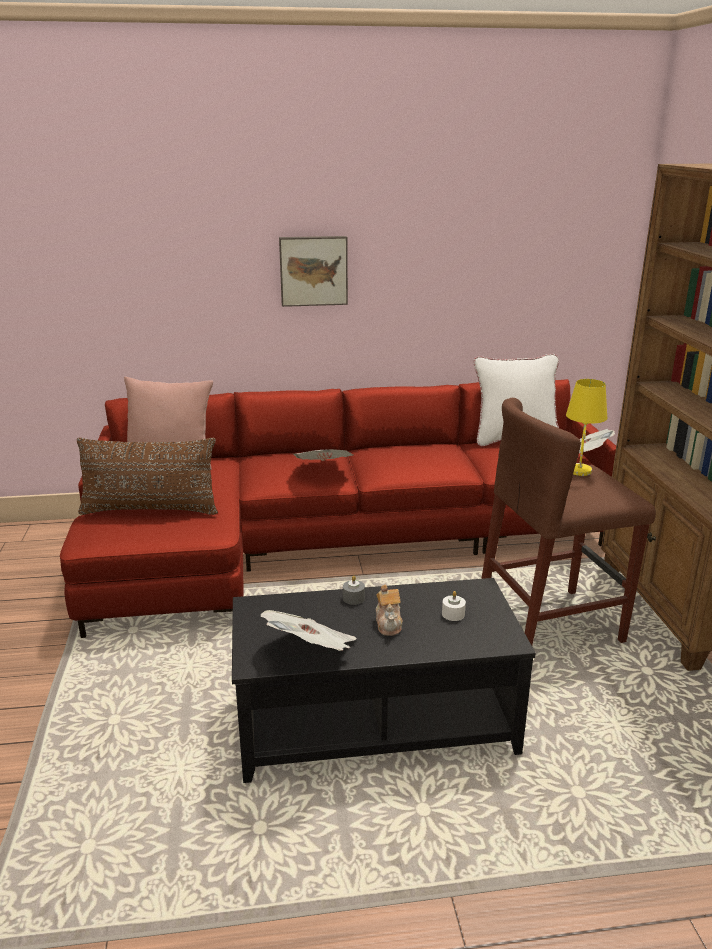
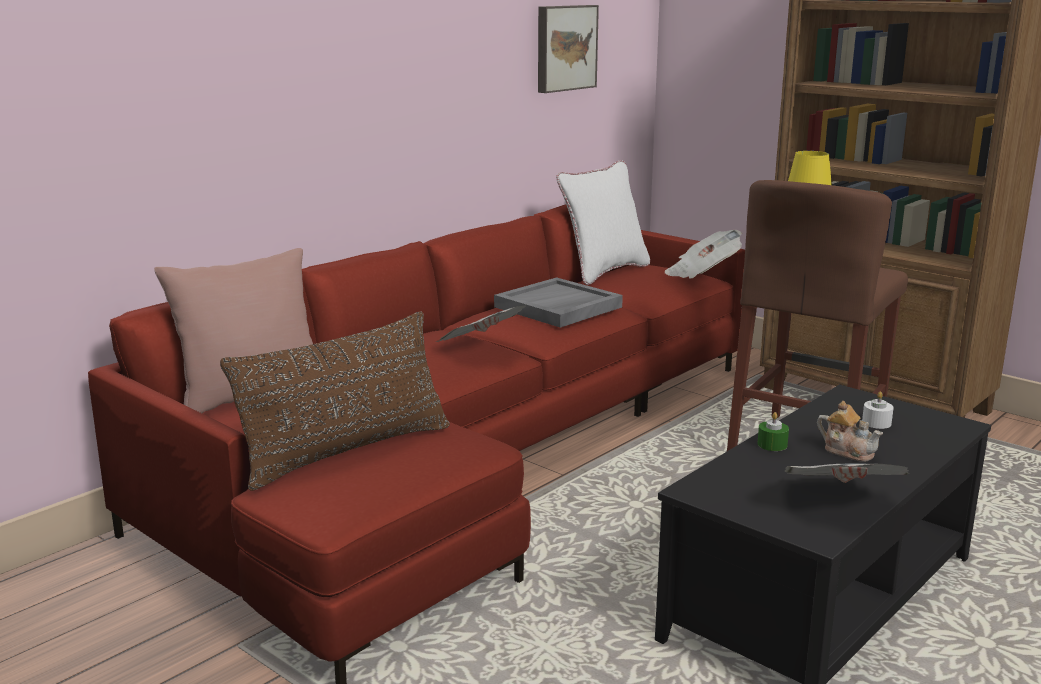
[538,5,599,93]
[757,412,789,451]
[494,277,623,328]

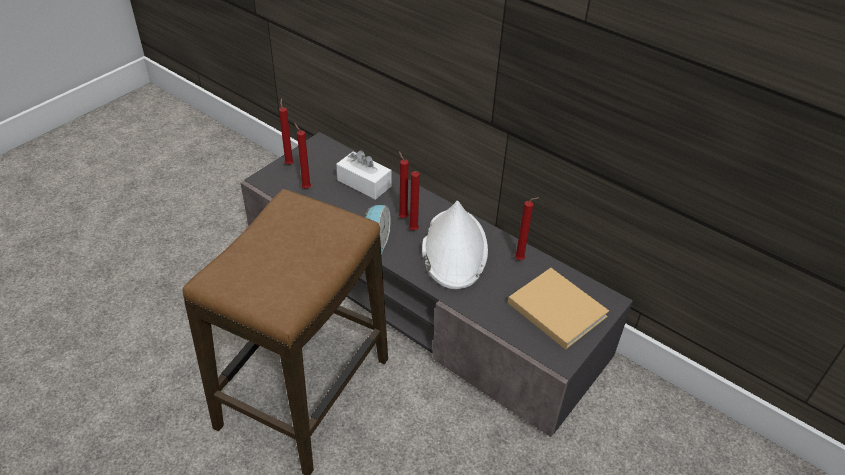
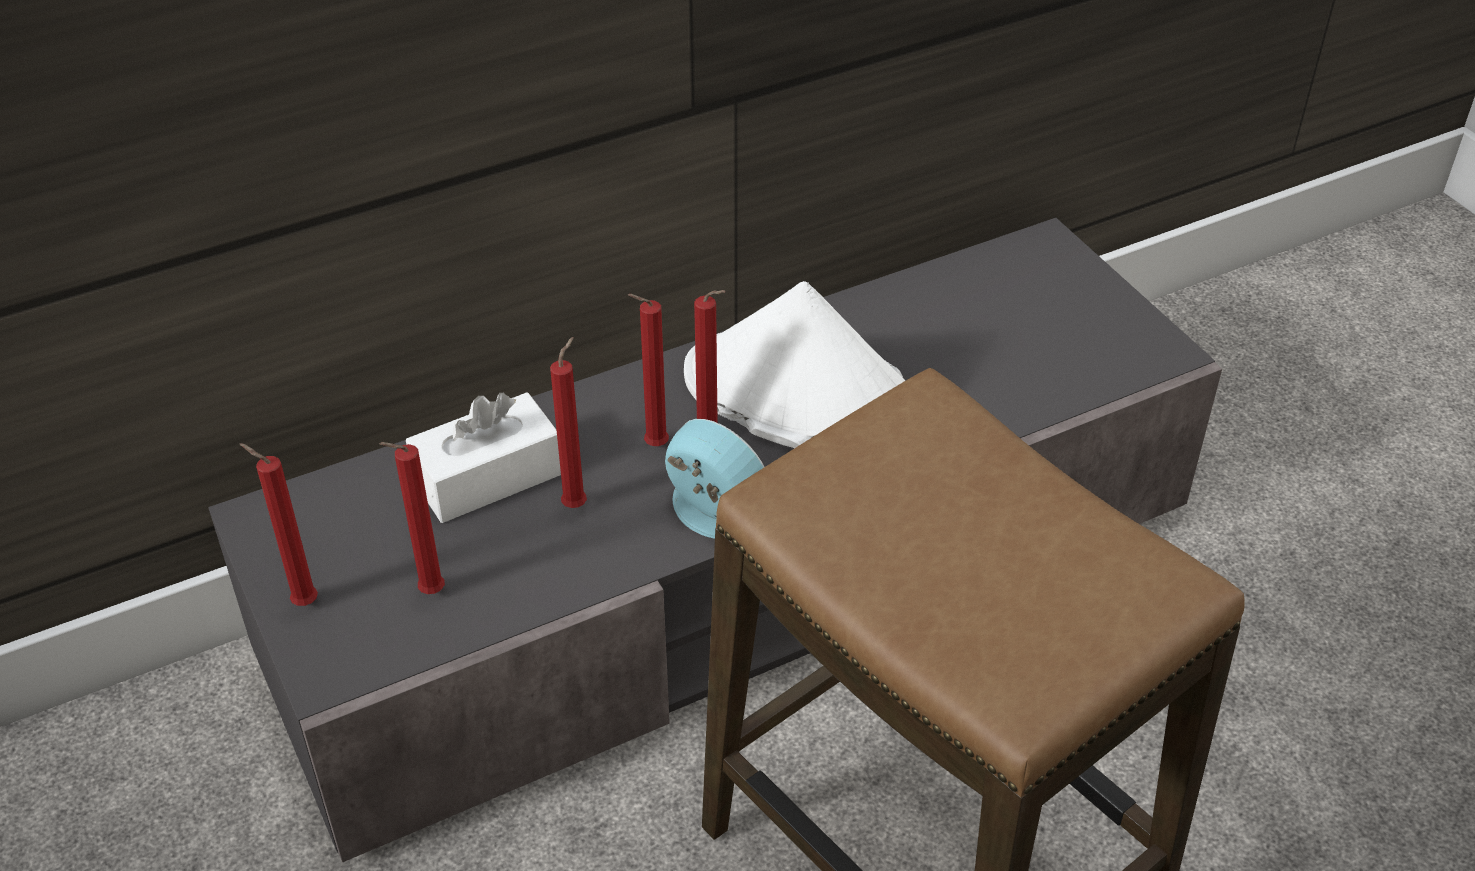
[508,268,609,350] (first image)
[550,337,587,508]

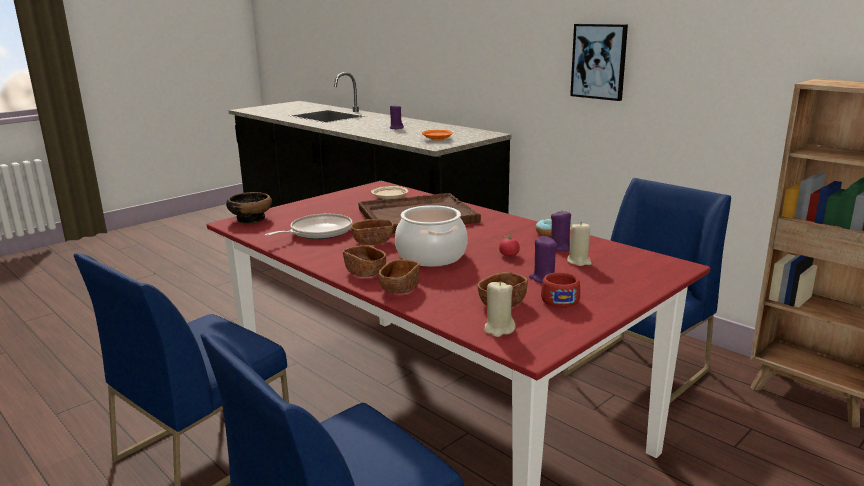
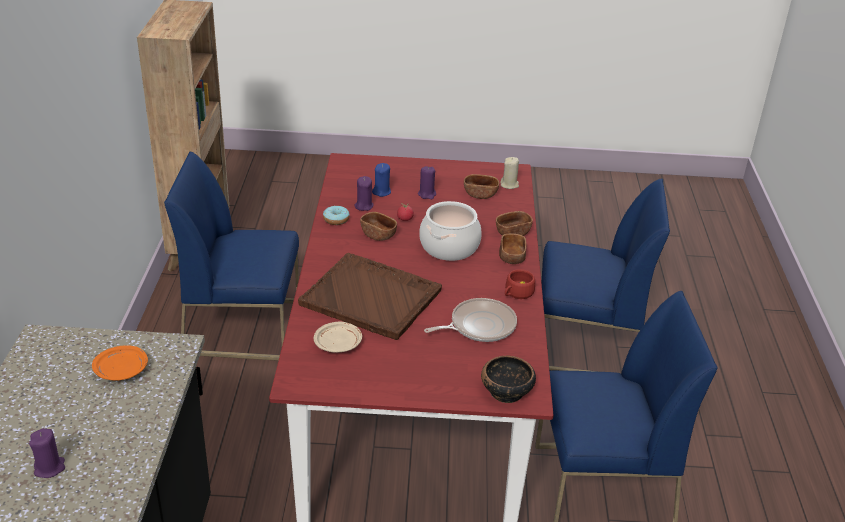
[424,298,517,342]
[360,212,397,241]
[505,269,535,299]
[372,163,391,197]
[570,24,628,101] (first image)

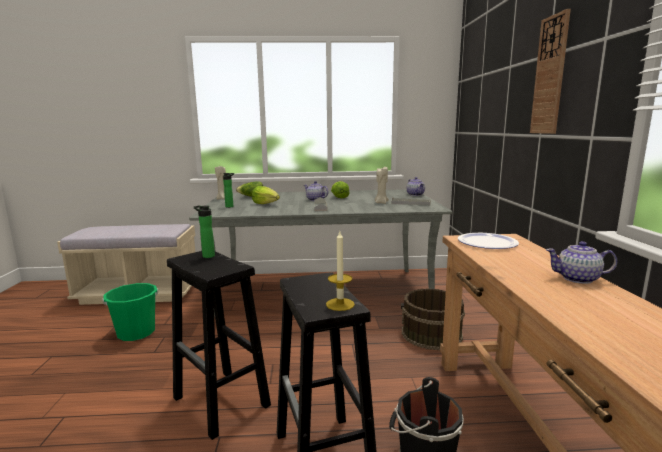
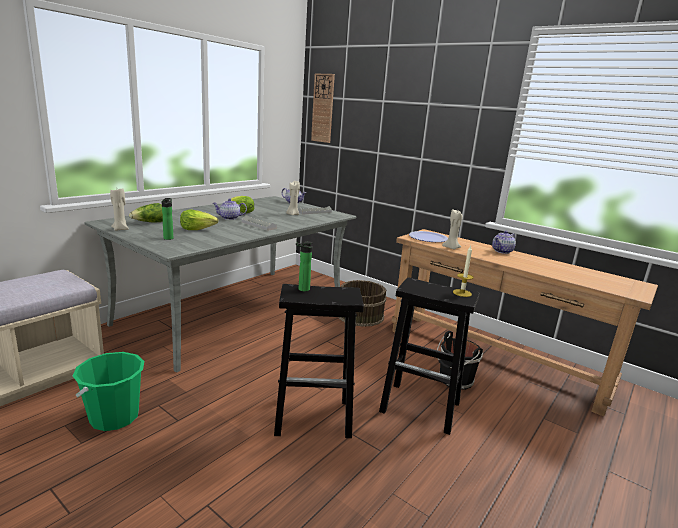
[311,74,335,143]
[442,209,463,249]

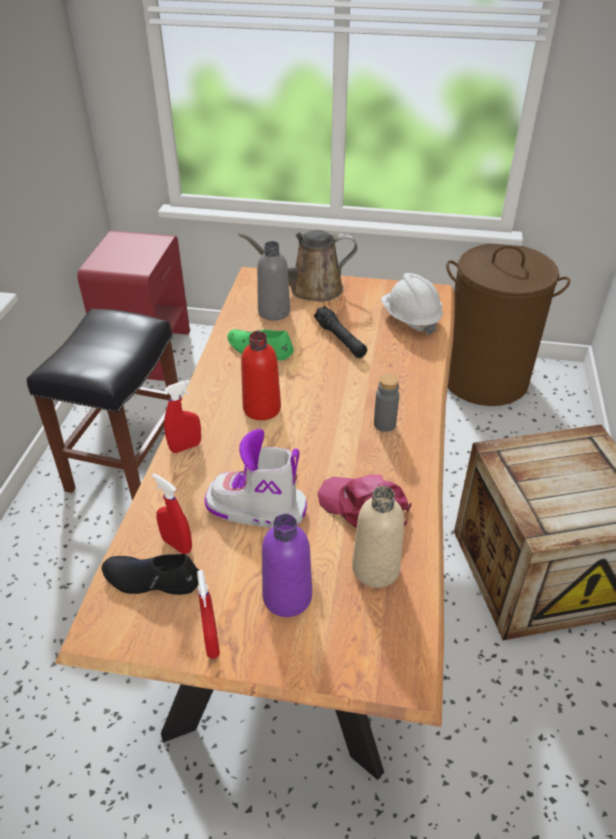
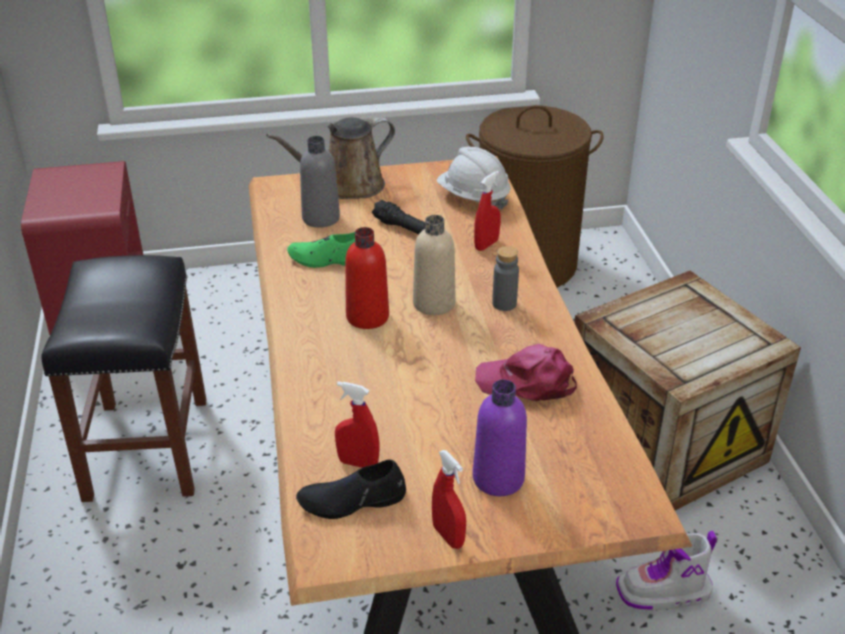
[474,171,501,251]
[616,531,717,611]
[413,215,455,315]

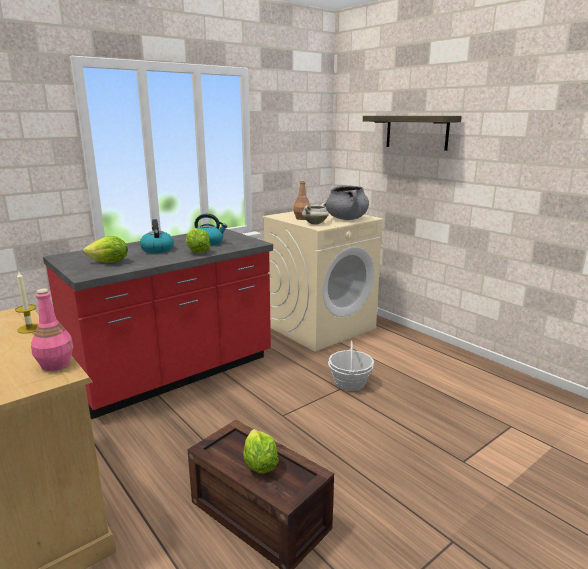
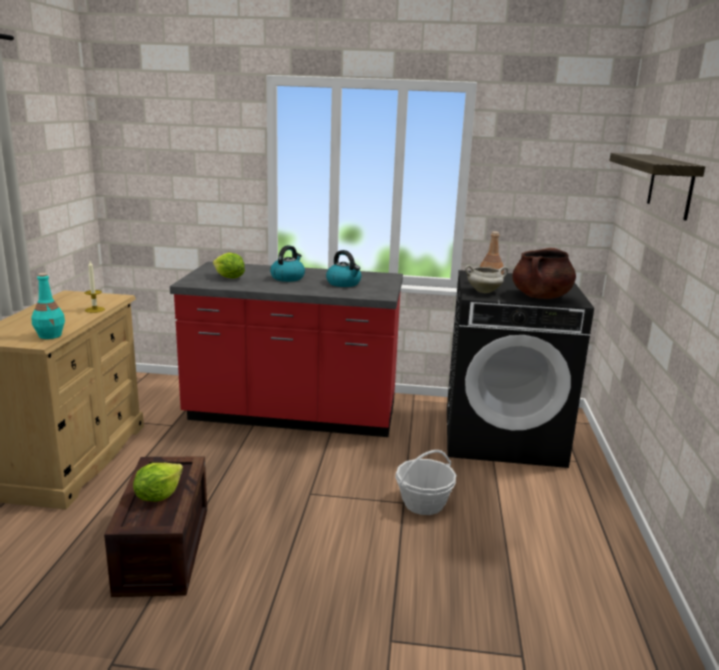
[31,273,65,339]
[186,228,210,253] (first image)
[447,270,594,468]
[512,248,576,299]

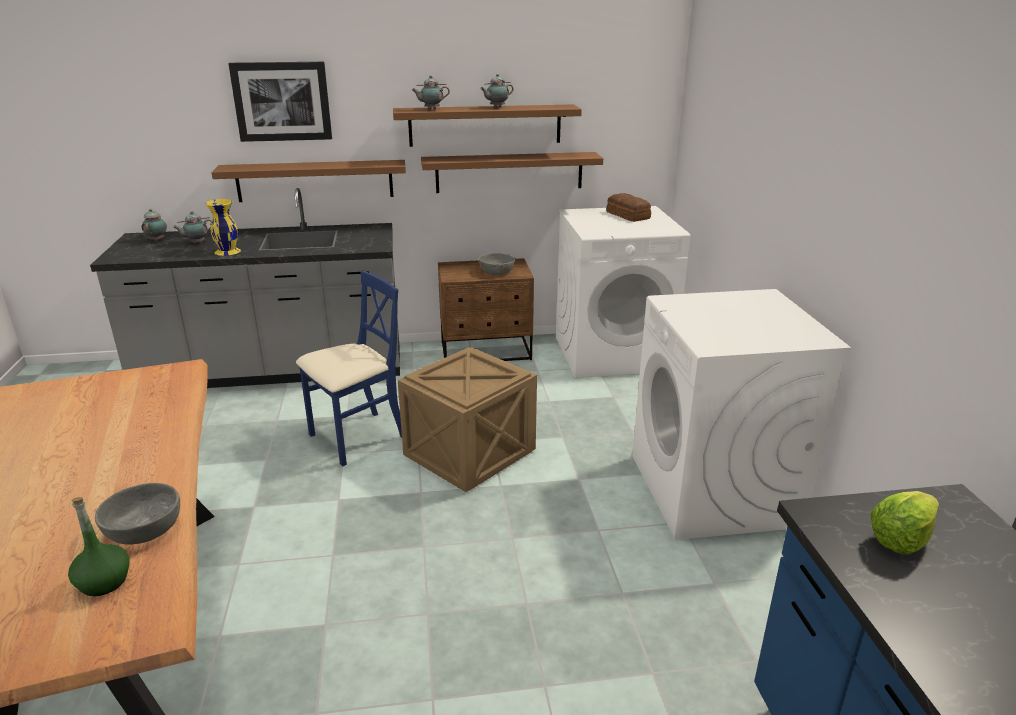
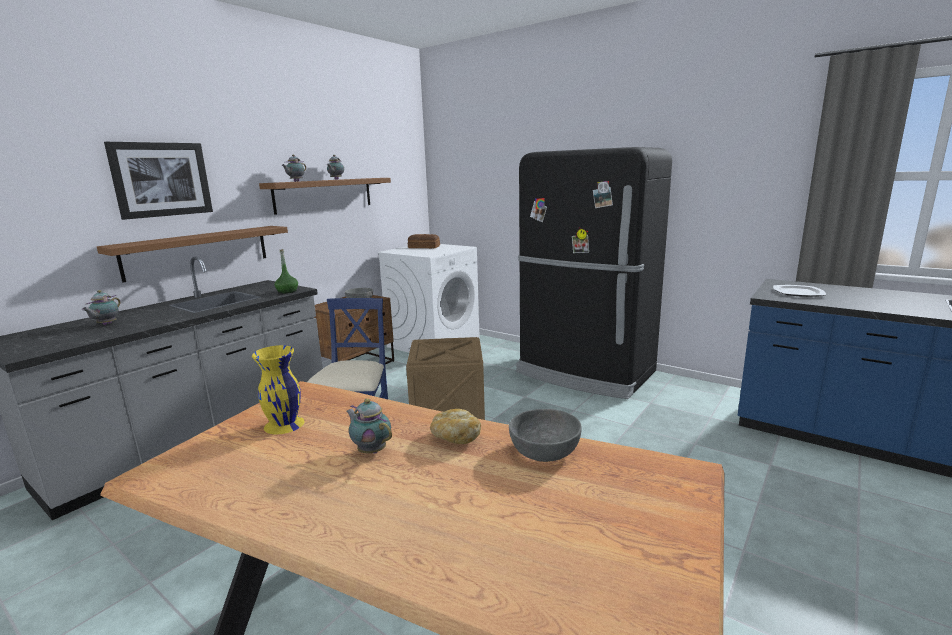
[274,249,298,294]
[346,398,392,454]
[252,345,304,434]
[421,152,603,193] (first image)
[516,147,672,399]
[773,285,826,297]
[430,409,481,444]

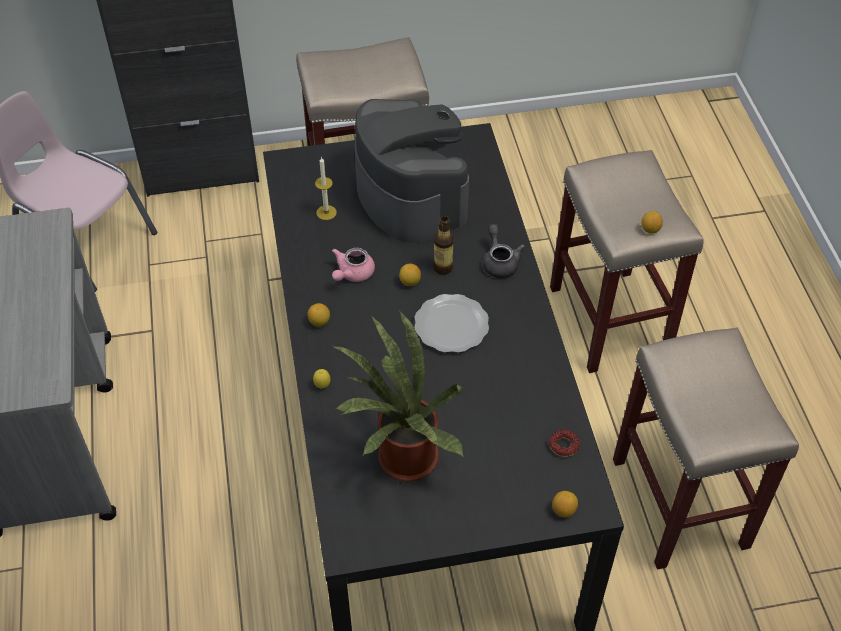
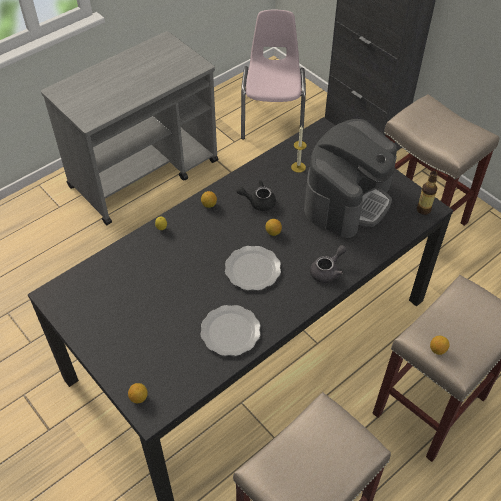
[236,180,276,211]
[332,311,463,482] (first image)
[417,171,438,215]
[549,429,580,457] (first image)
[200,305,260,356]

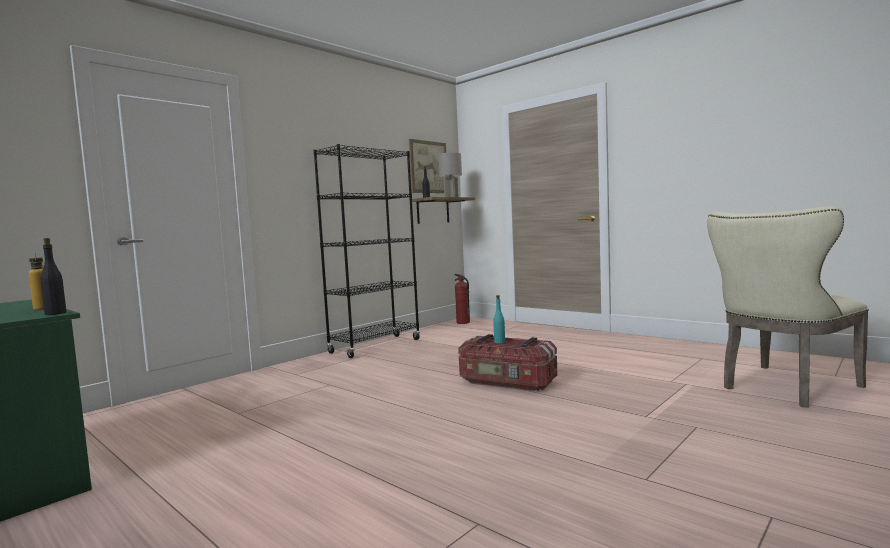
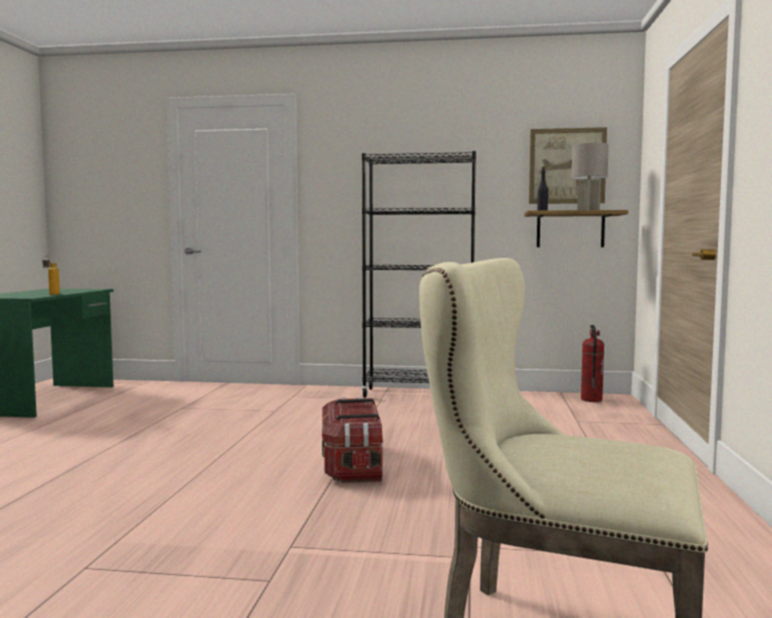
[41,238,67,315] (first image)
[493,295,505,343] (first image)

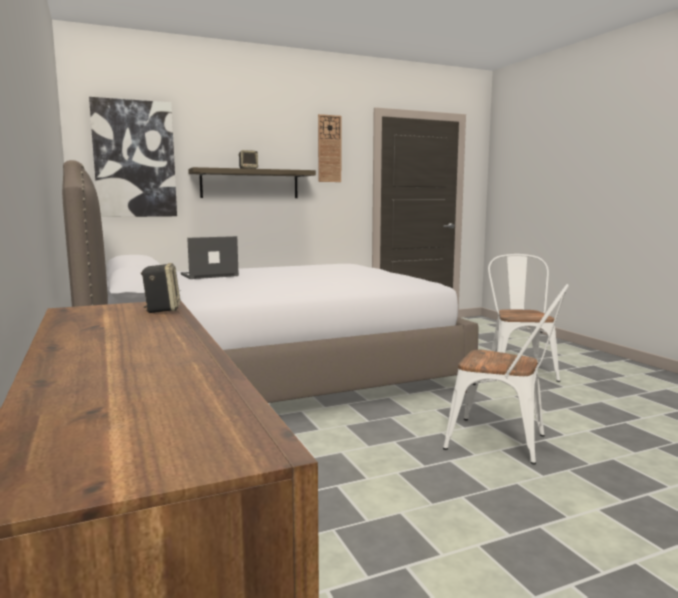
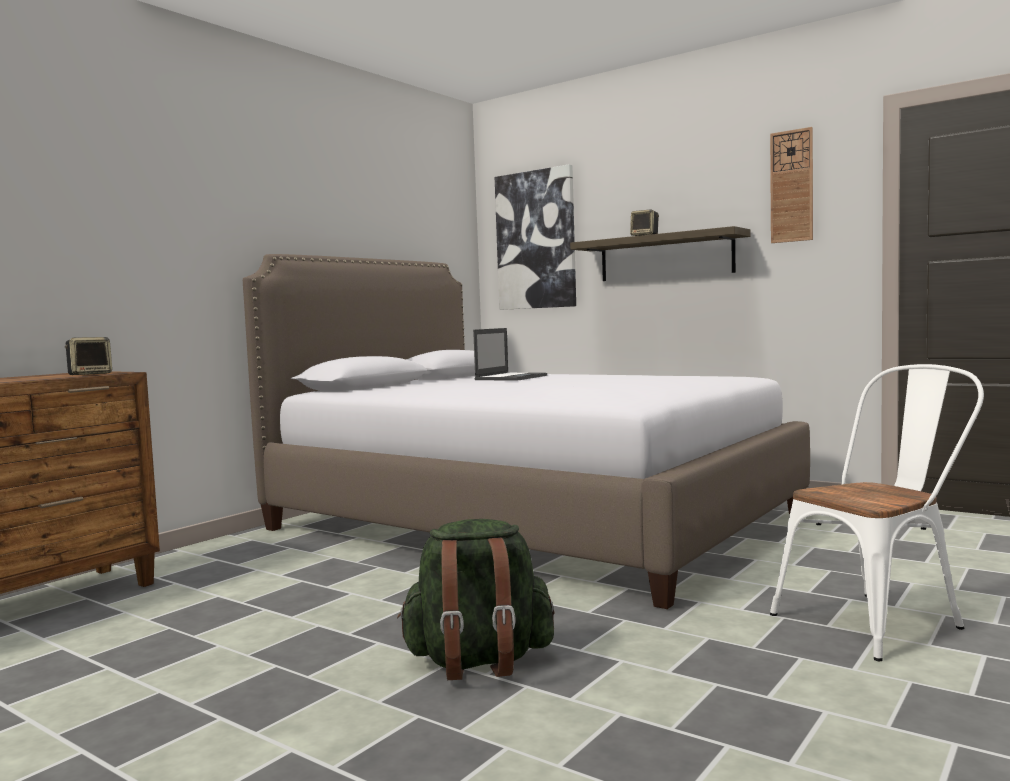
[473,328,547,381]
[397,519,554,680]

